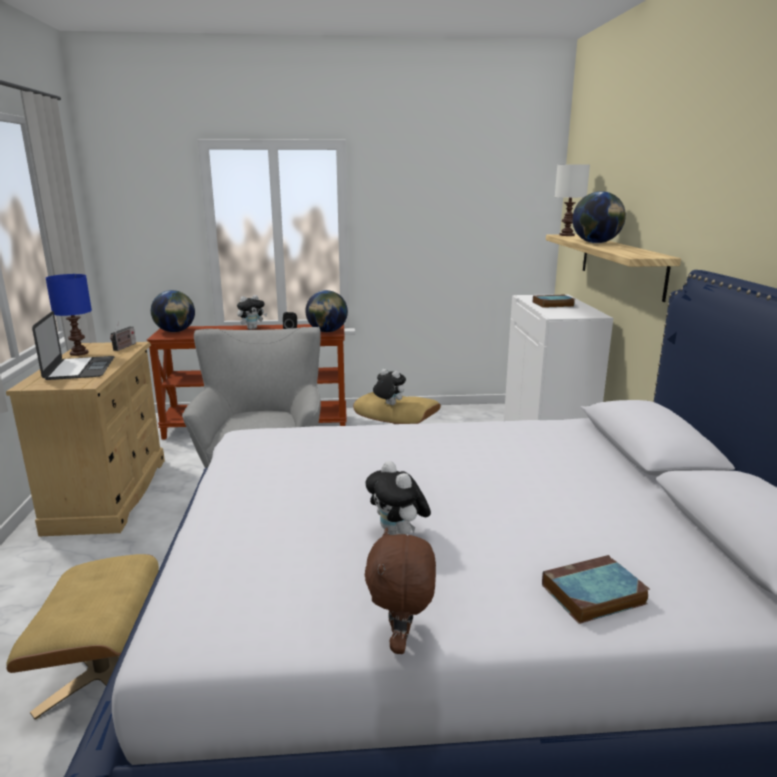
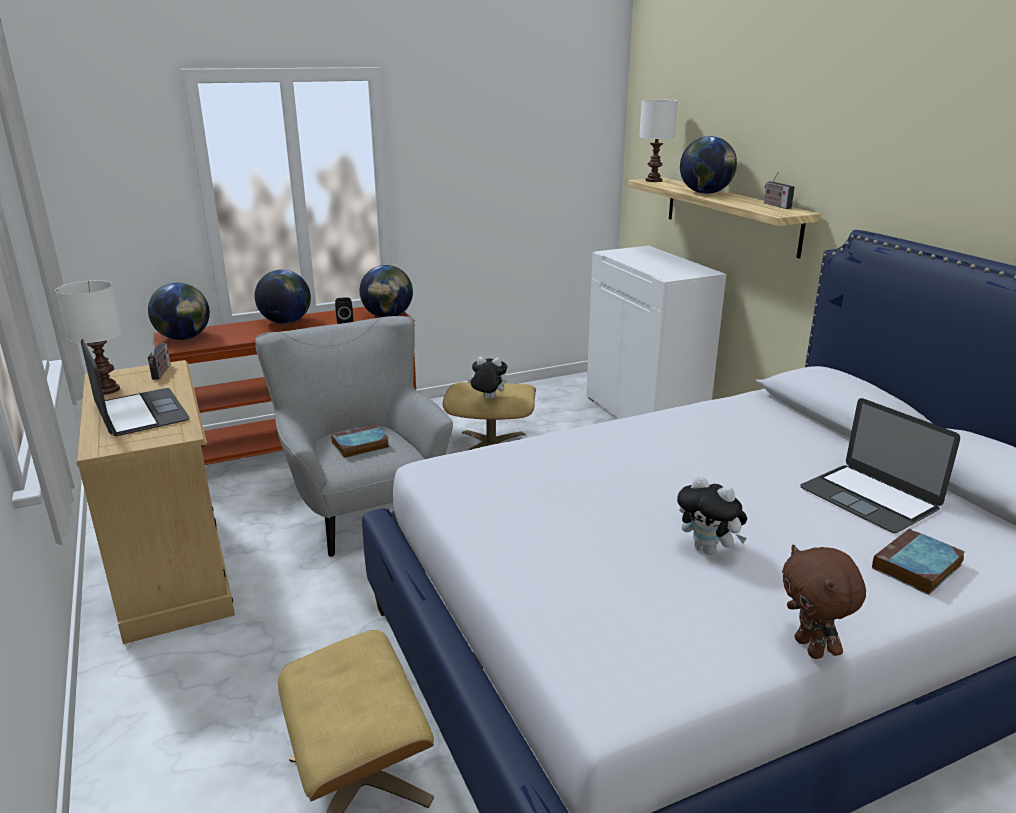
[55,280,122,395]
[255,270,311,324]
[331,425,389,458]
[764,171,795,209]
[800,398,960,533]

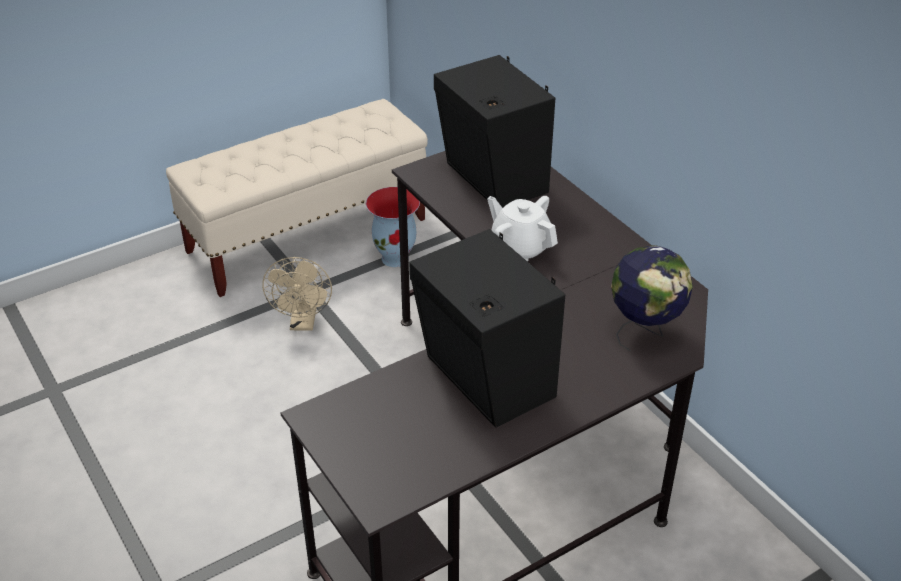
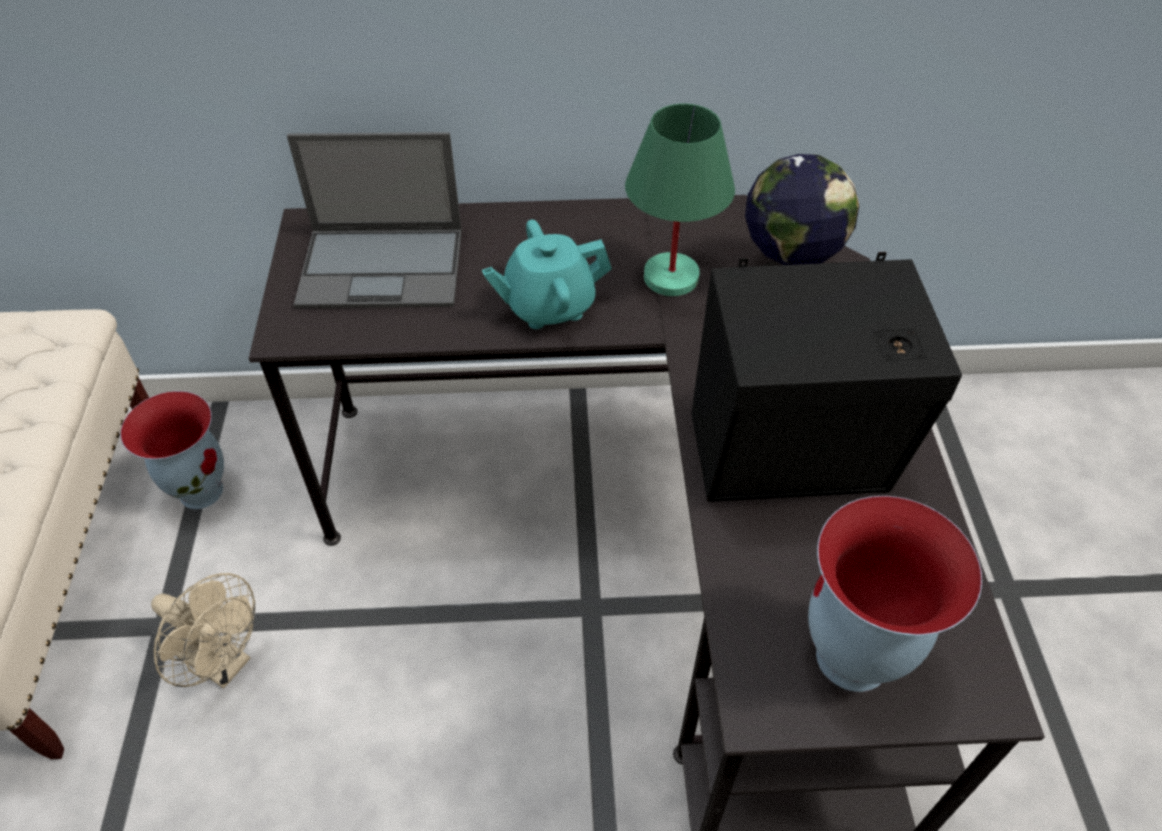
[287,132,462,308]
[482,220,612,329]
[625,104,735,296]
[808,496,982,692]

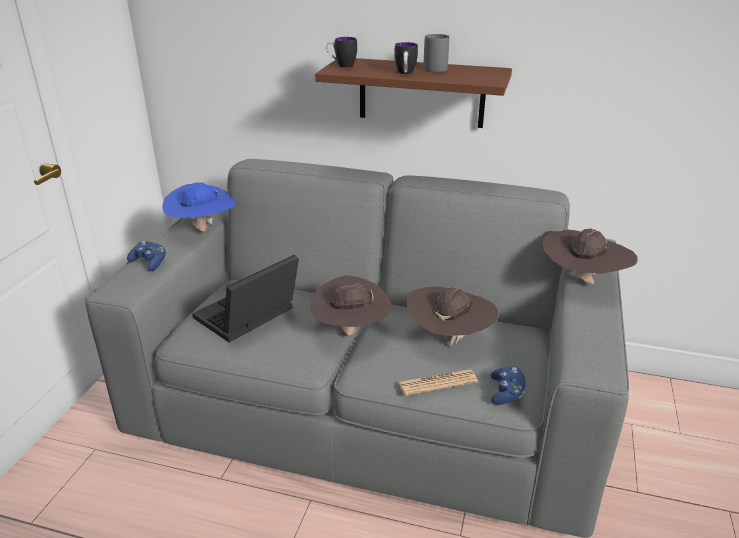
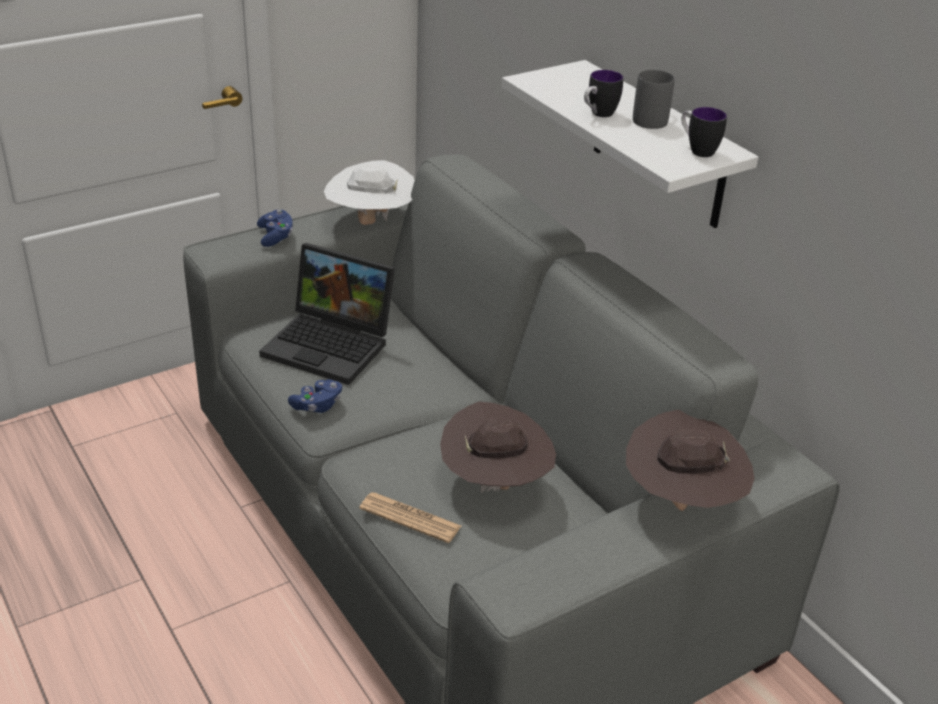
[324,160,415,225]
[259,243,395,385]
[310,275,391,336] (first image)
[502,60,758,228]
[681,107,727,157]
[288,379,342,413]

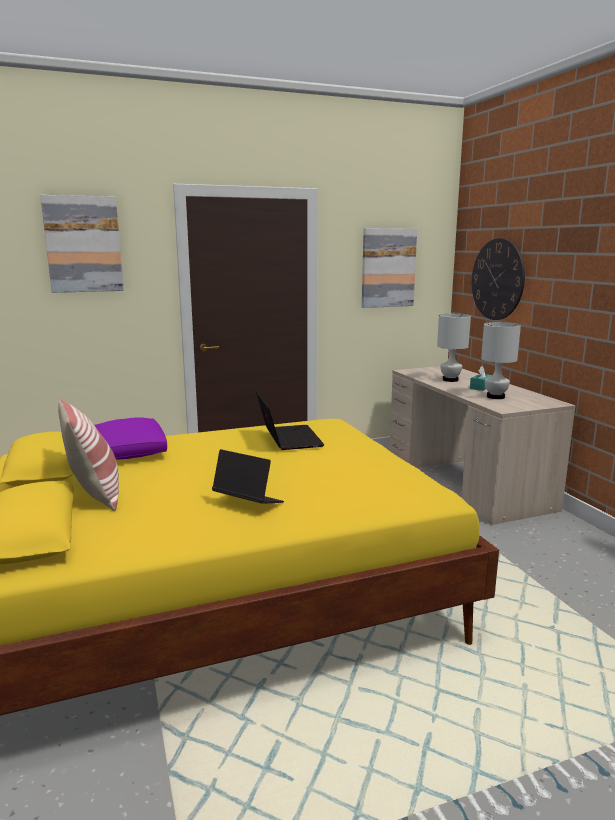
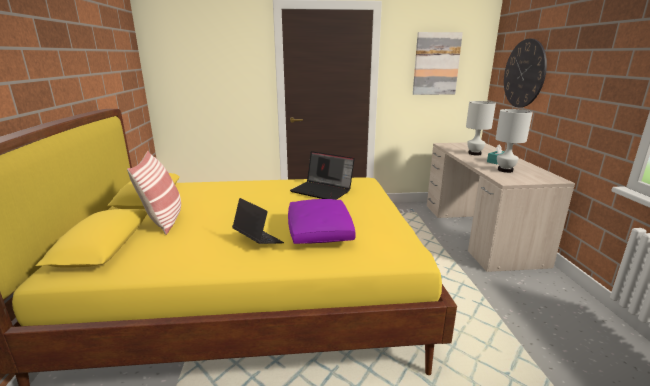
[40,195,124,293] (first image)
[288,199,356,244]
[290,151,355,200]

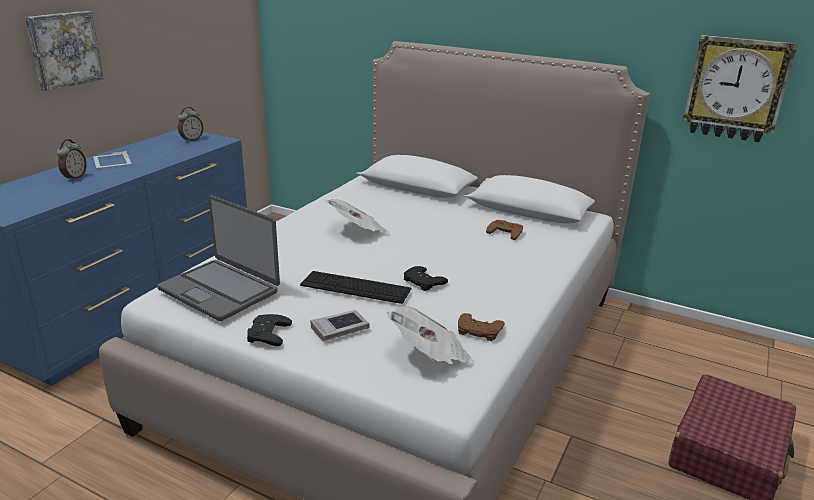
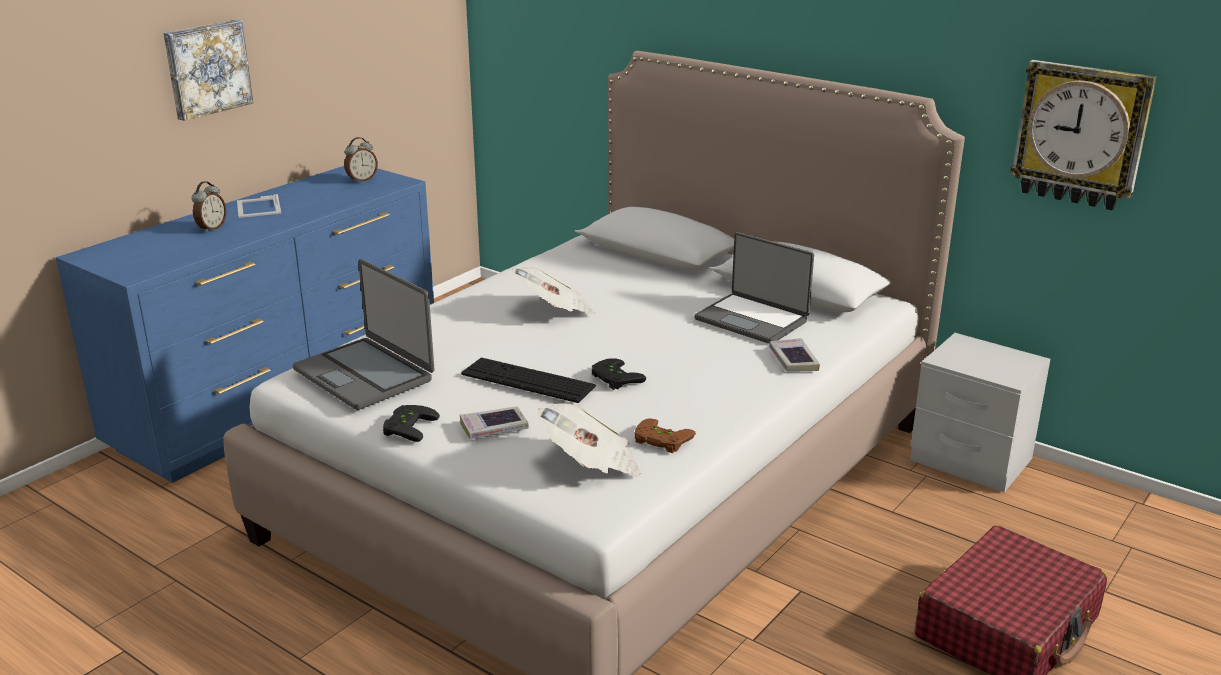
[694,232,814,344]
[769,338,820,372]
[910,333,1050,492]

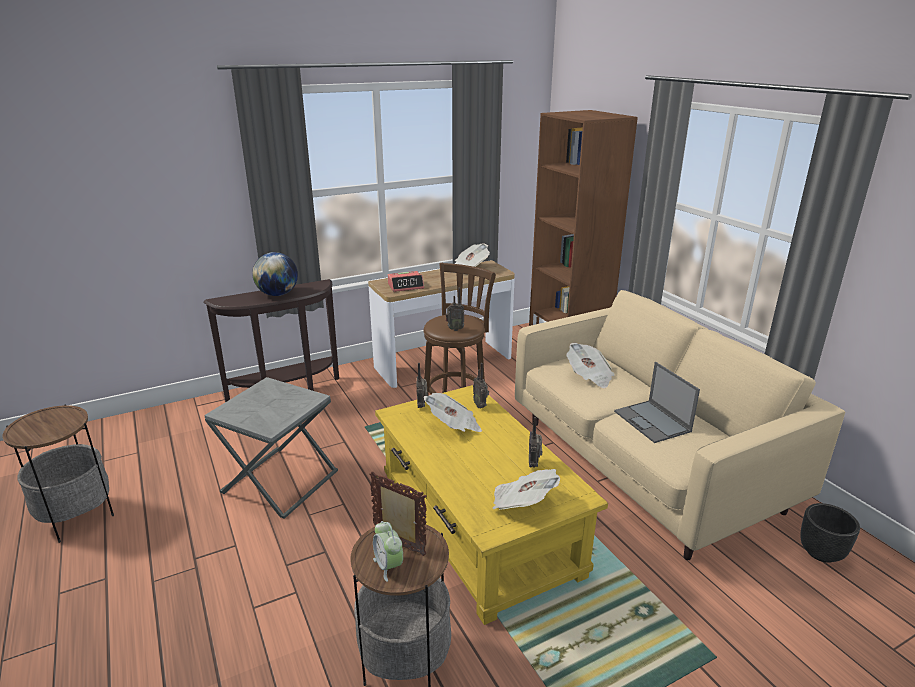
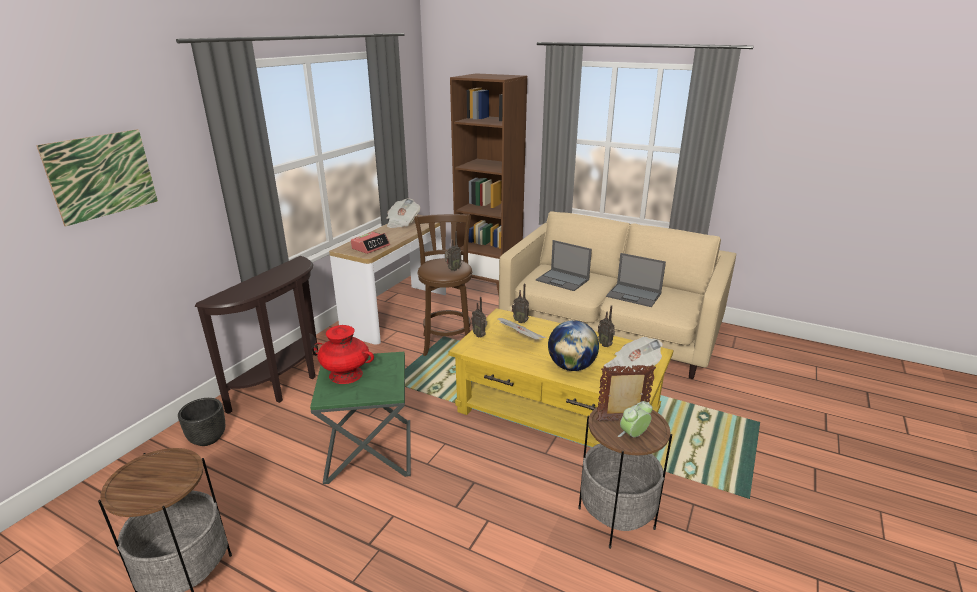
[310,352,411,484]
[548,320,599,371]
[618,401,653,437]
[536,240,592,291]
[178,398,225,446]
[36,129,158,227]
[314,325,374,384]

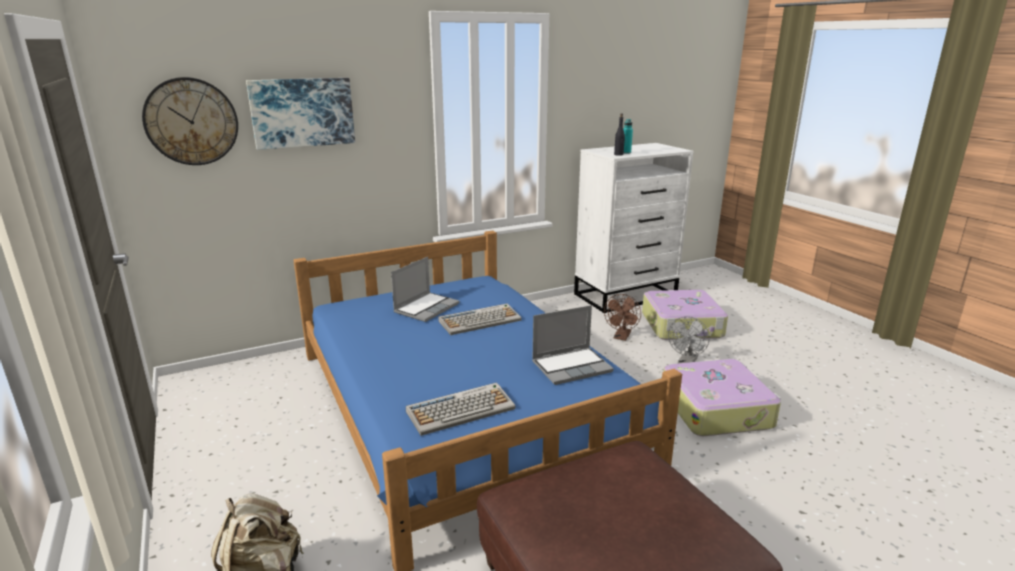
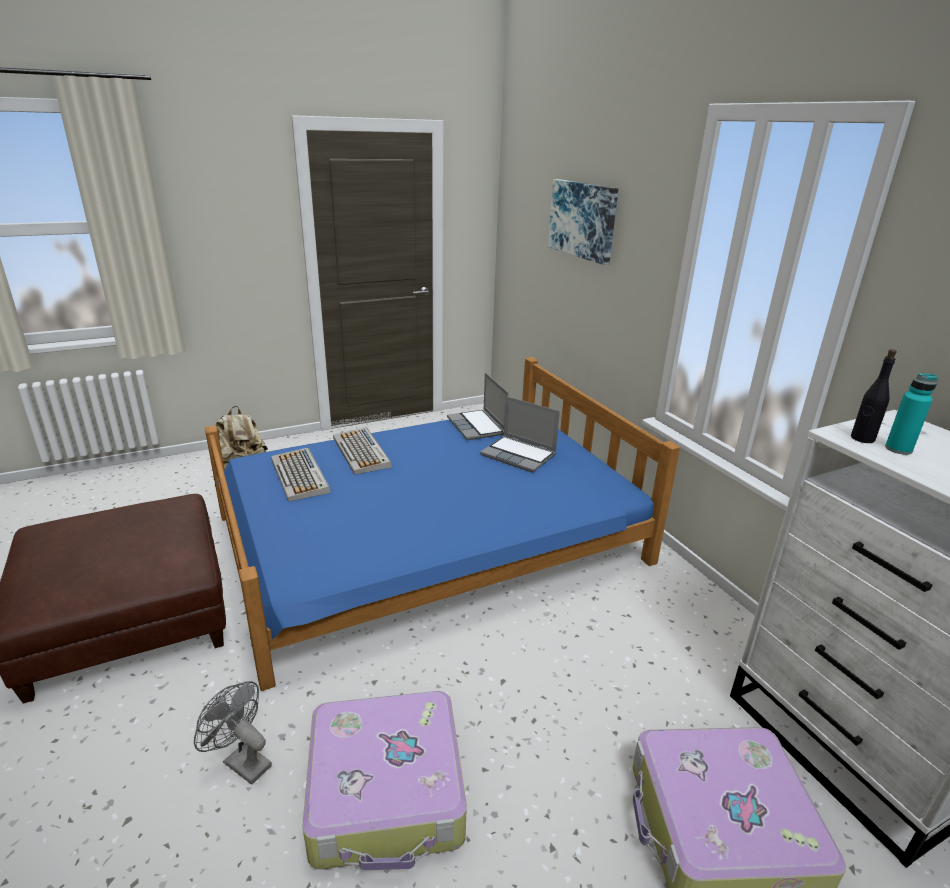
[142,77,238,165] (first image)
[333,427,392,475]
[447,372,509,440]
[604,294,641,341] (first image)
[194,681,272,785]

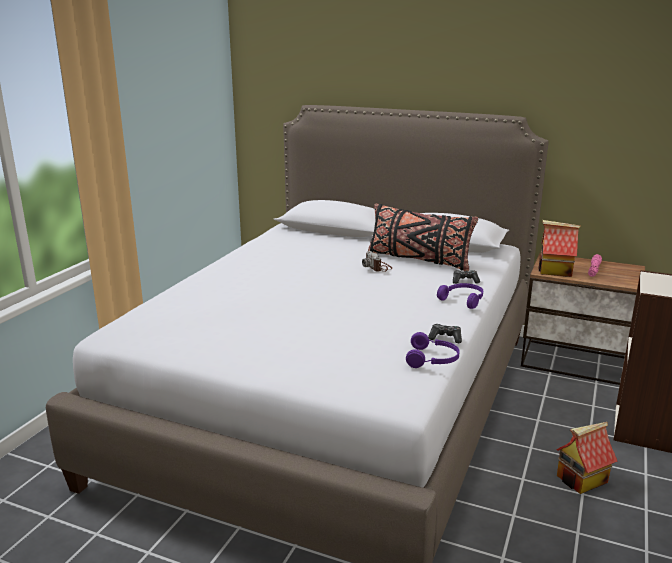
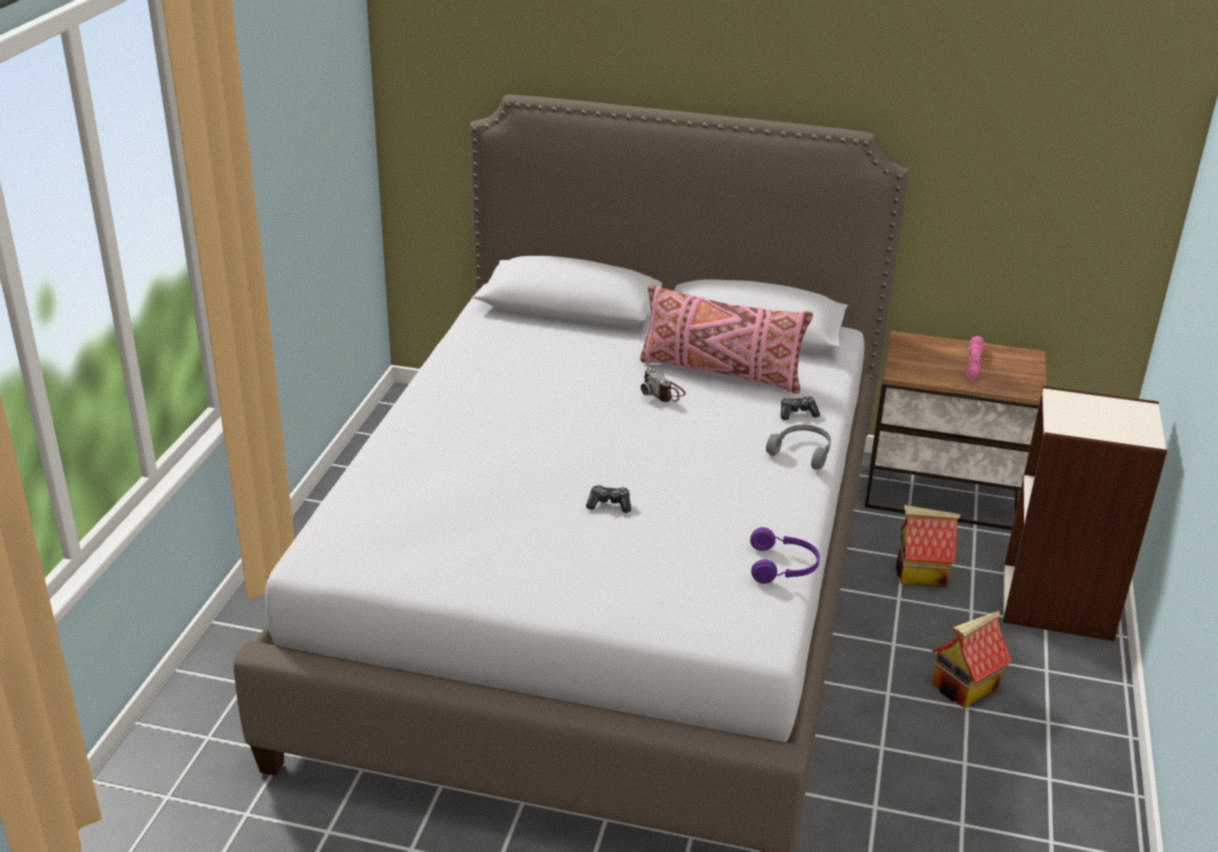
[640,285,813,394]
[586,485,631,513]
[766,425,831,470]
[896,505,961,587]

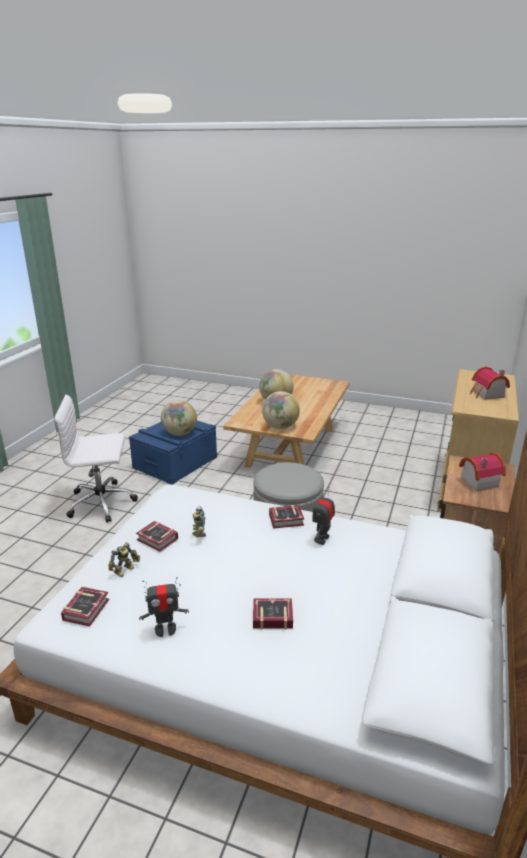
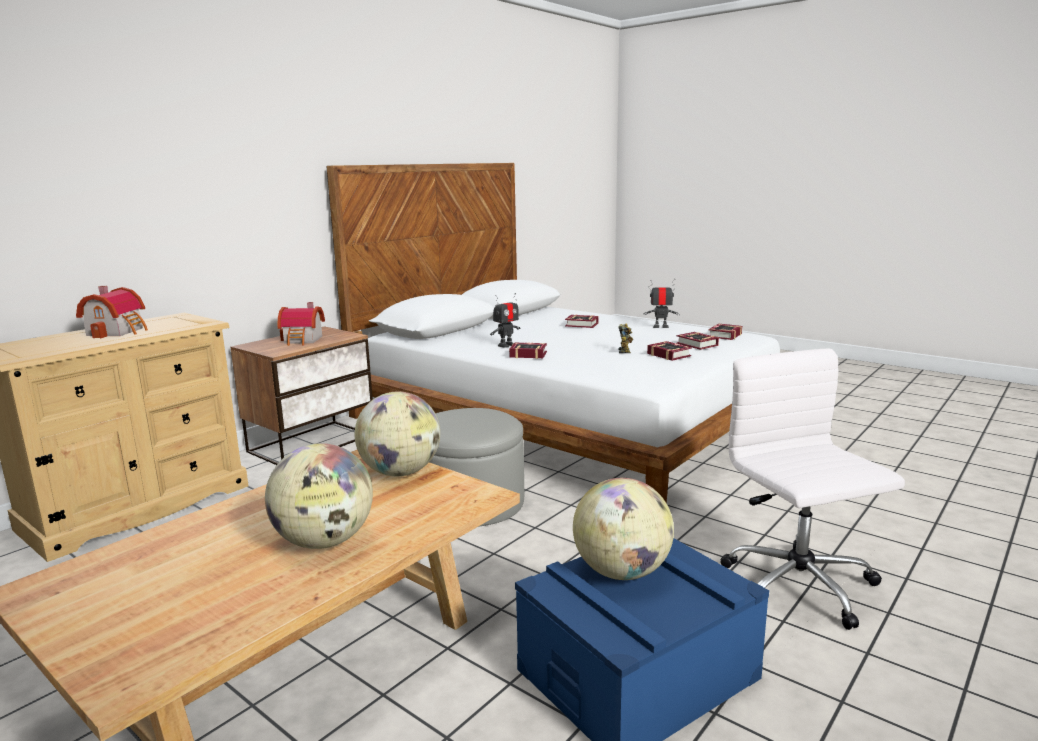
[720,349,905,630]
[676,332,719,350]

